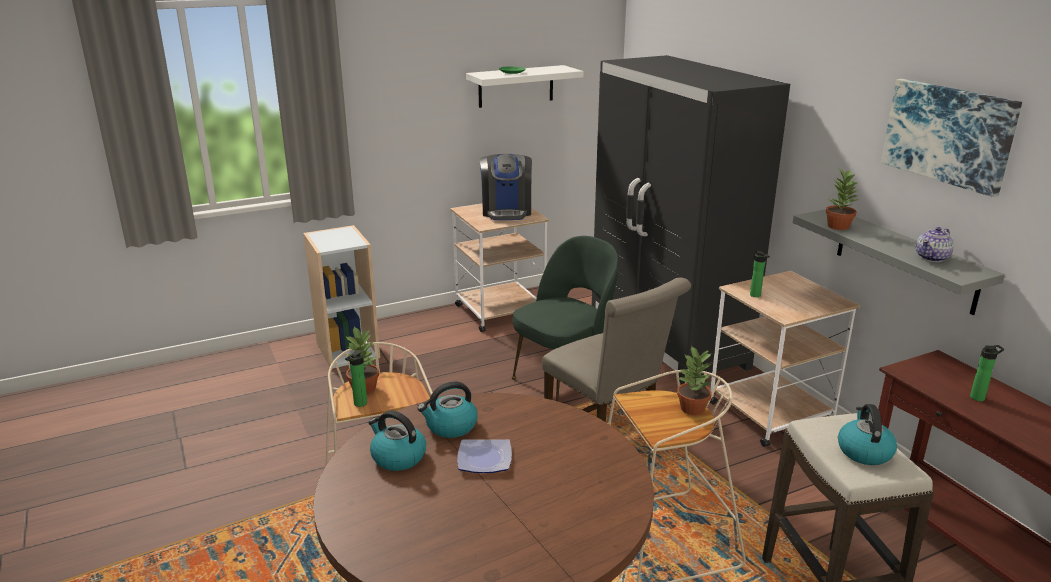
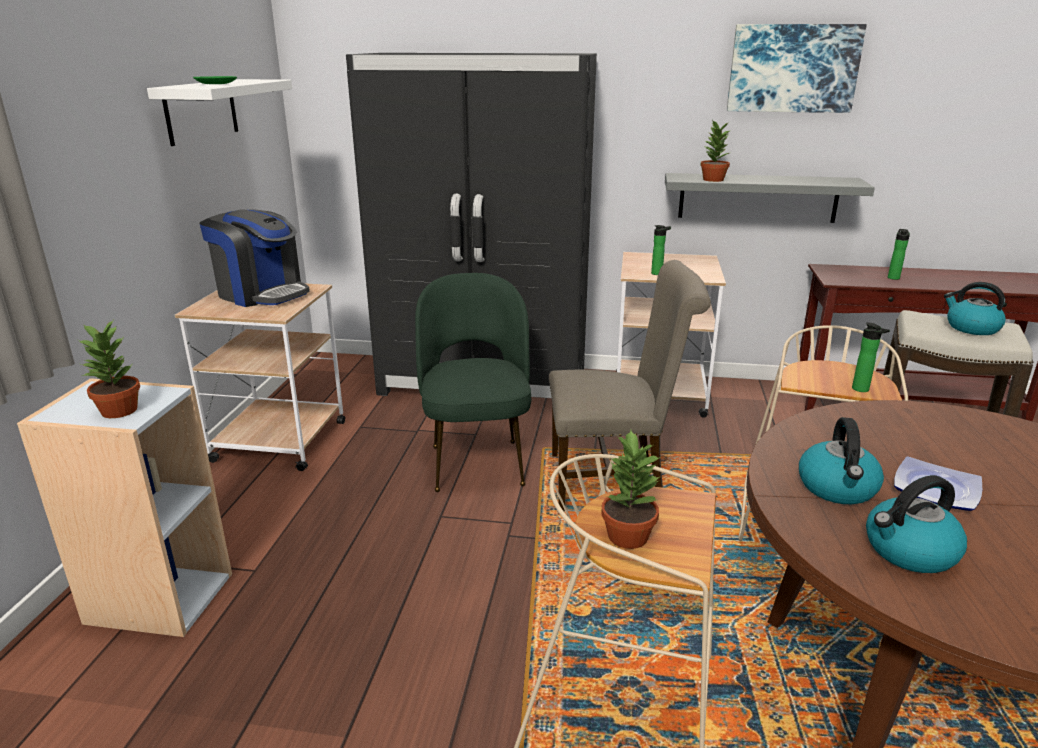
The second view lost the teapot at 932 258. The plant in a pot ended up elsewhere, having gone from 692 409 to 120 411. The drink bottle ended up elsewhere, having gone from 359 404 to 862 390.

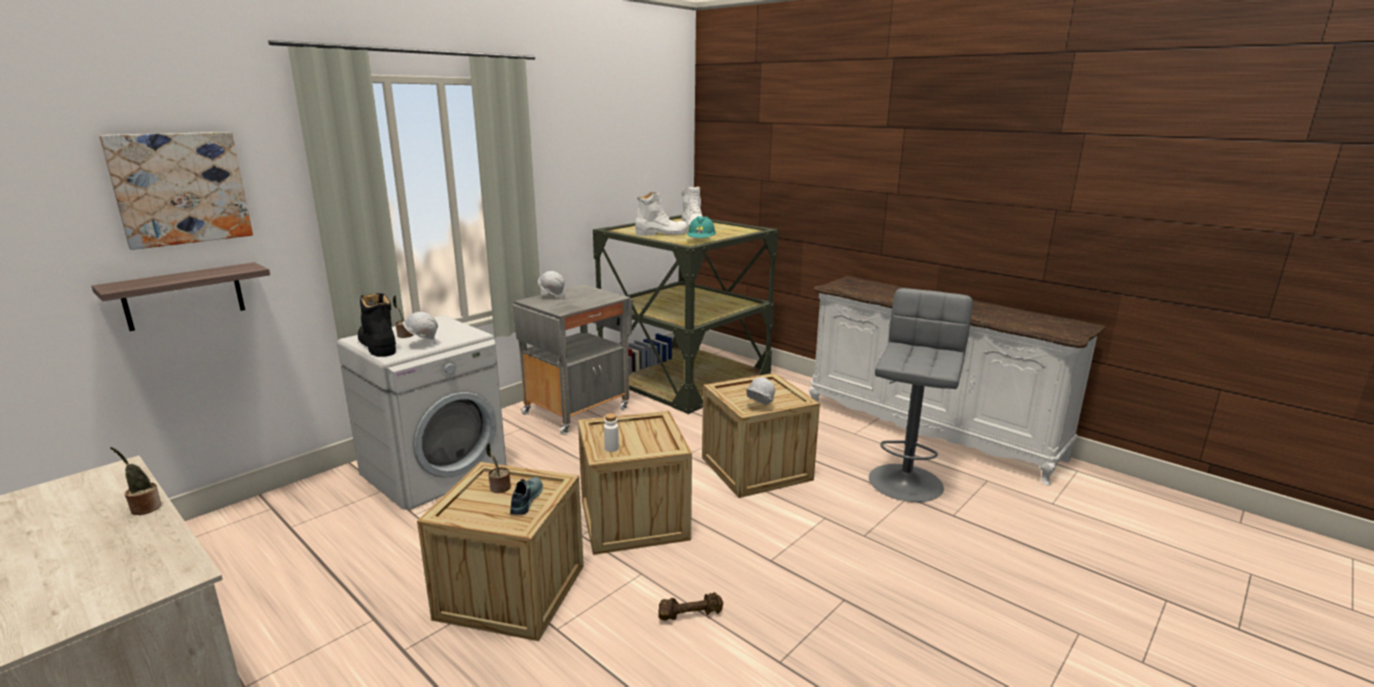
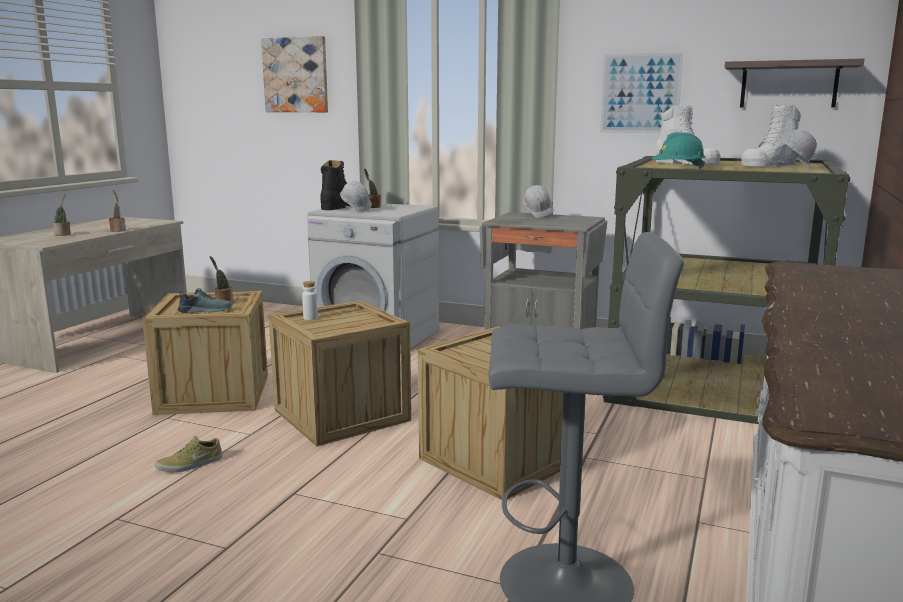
The shelf ended up elsewhere, having gone from 184 296 to 788 85. The white-coloured hard hat ended up elsewhere, having gone from 758 408 to 794 168. Where the brown free weight stood at 690 614, the sand-coloured low shoe came to stand at 190 465. The second view gained the picture at 640 93. The second view gained the plant in a pot at 63 234.

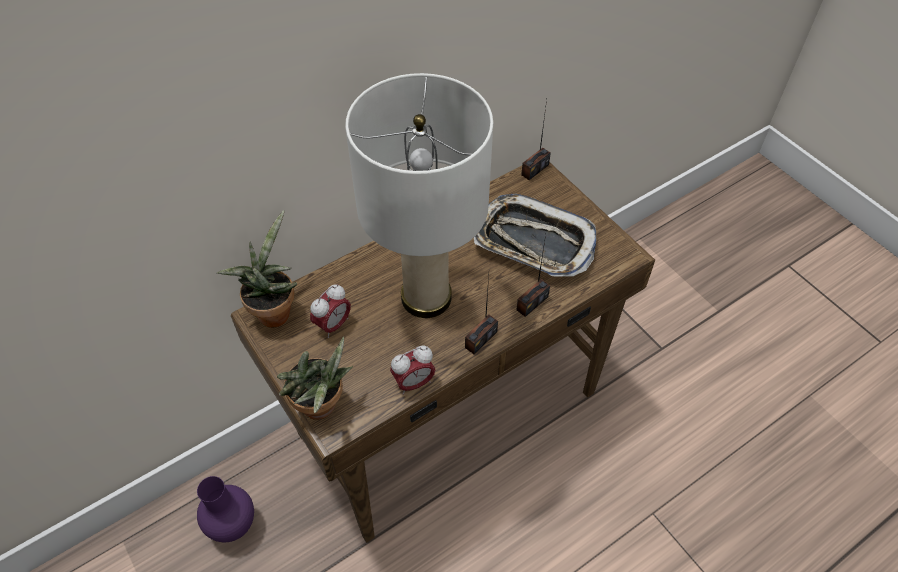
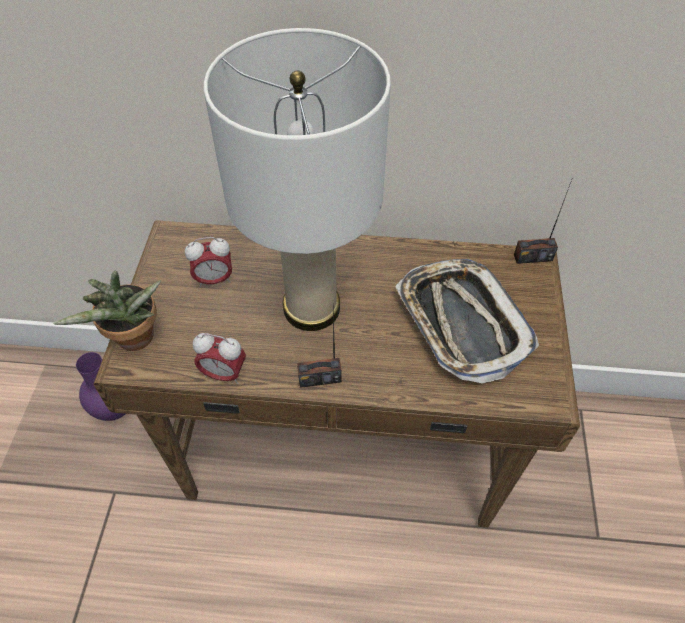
The second view lost the plant in a pot at 273 310. The second view lost the radio set at 532 303.

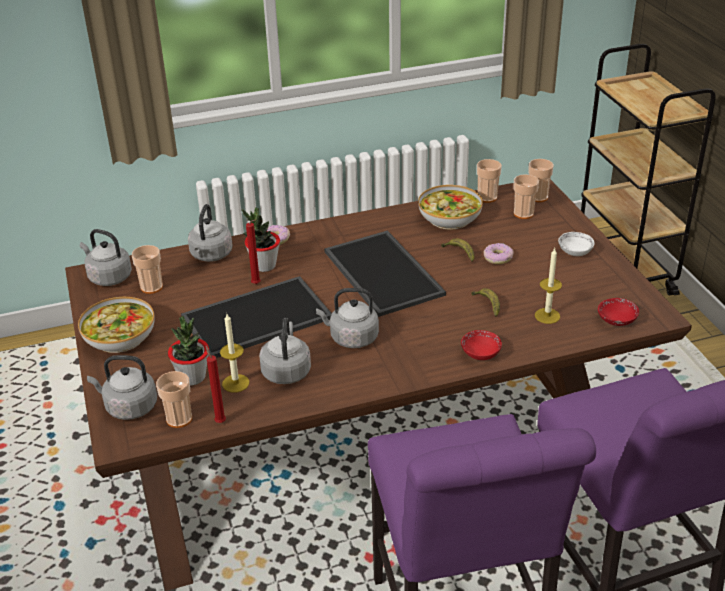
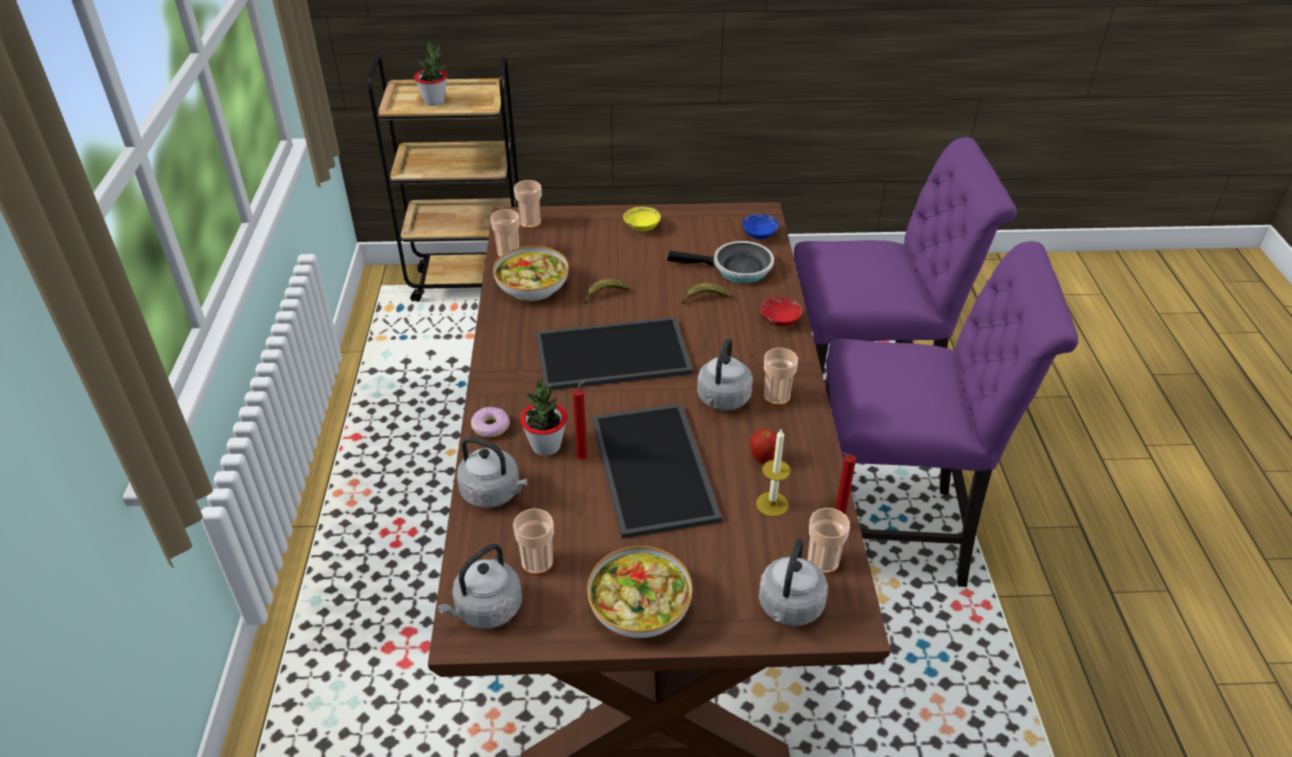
The drinking cup ended up elsewhere, having gone from 523 213 to 776 397. What was the white-coloured deep dish at 575 252 turned into the yellowish deep dish at 641 227. The second view lost the donut at 497 257. Where the wax candle stood at 547 316, the pan came to stand at 736 269. What was the red-coloured deep dish at 616 320 turned into the bluish deep dish at 759 235. The plant in a pot ended up elsewhere, having gone from 192 377 to 434 101. Where the gray kettle stood at 286 371, the apple fruit came to stand at 763 459.

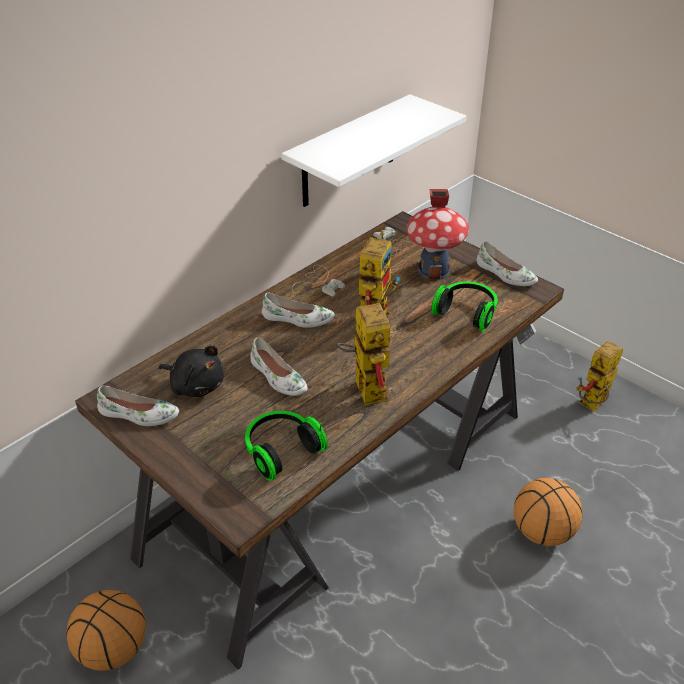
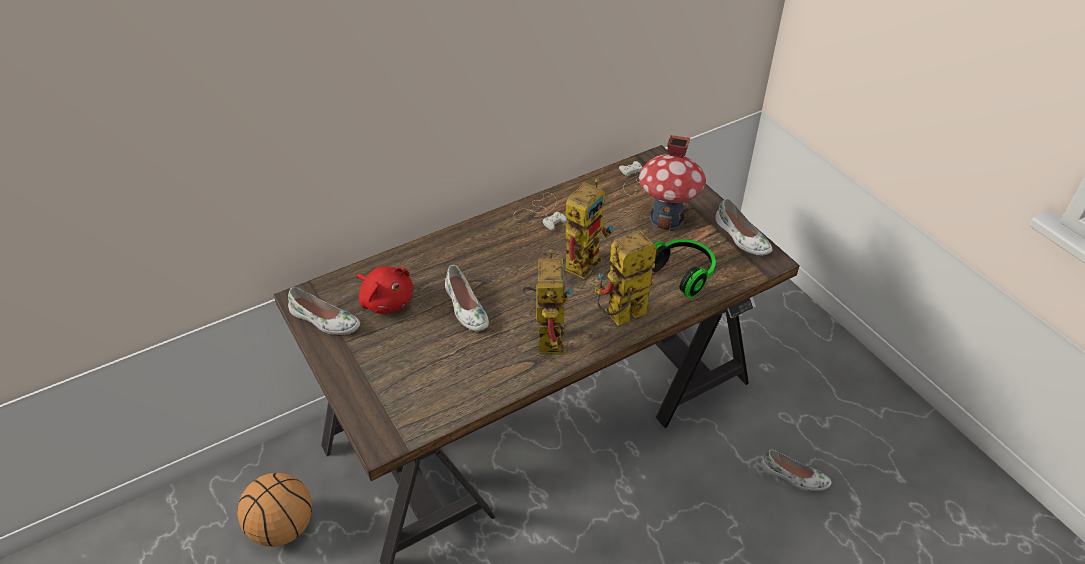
The second view lost the white-coloured shelf at 349 152. The white-coloured low shoe ended up elsewhere, having gone from 298 319 to 794 476. The toy robot ended up elsewhere, having gone from 592 406 to 620 318. What was the black soft toy at 195 385 turned into the red-coloured soft toy at 386 300. The second view lost the pair of headphones at 281 450. The second view lost the ball for basketball at 541 531.

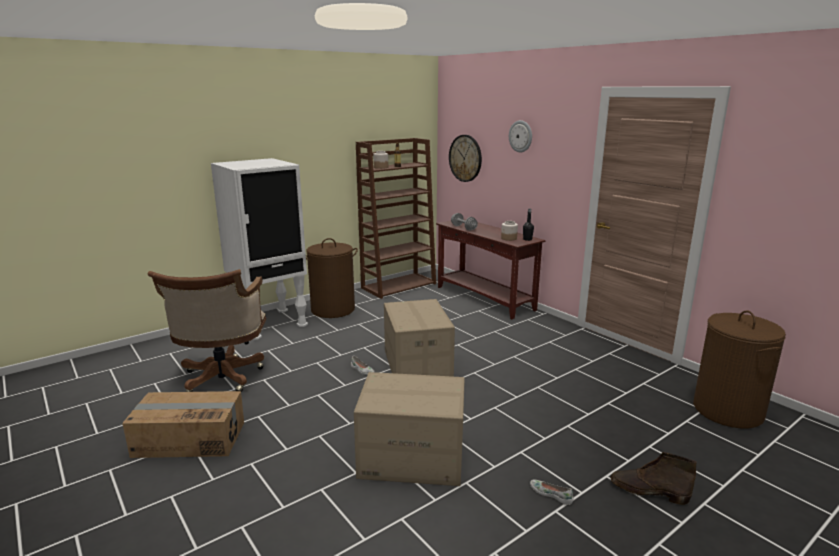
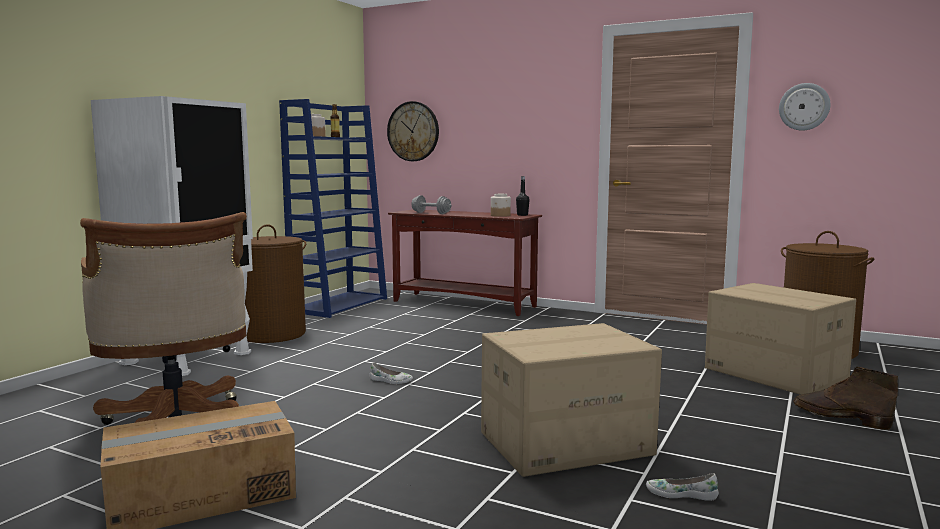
The clock on the wall ended up elsewhere, having gone from 521 136 to 804 107. What was the brown bookcase at 399 285 turned into the bluish bookcase at 339 305. The cardboard box ended up elsewhere, having gone from 416 365 to 774 374. The brown tall boot at 648 491 ended up facing another way, 45 degrees clockwise from before. The white-coloured low shoe ended up elsewhere, having gone from 551 494 to 681 494.

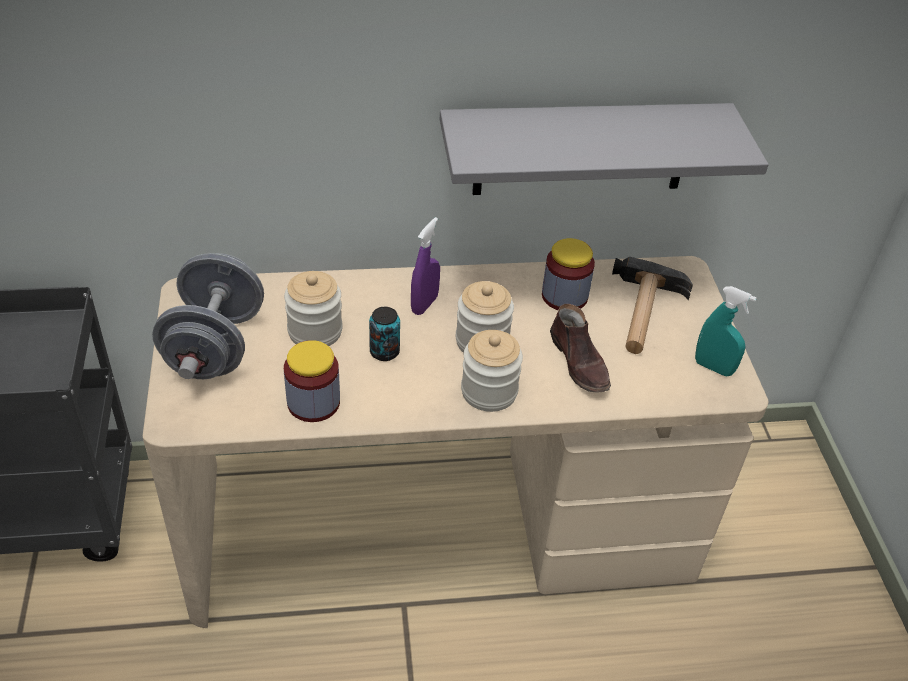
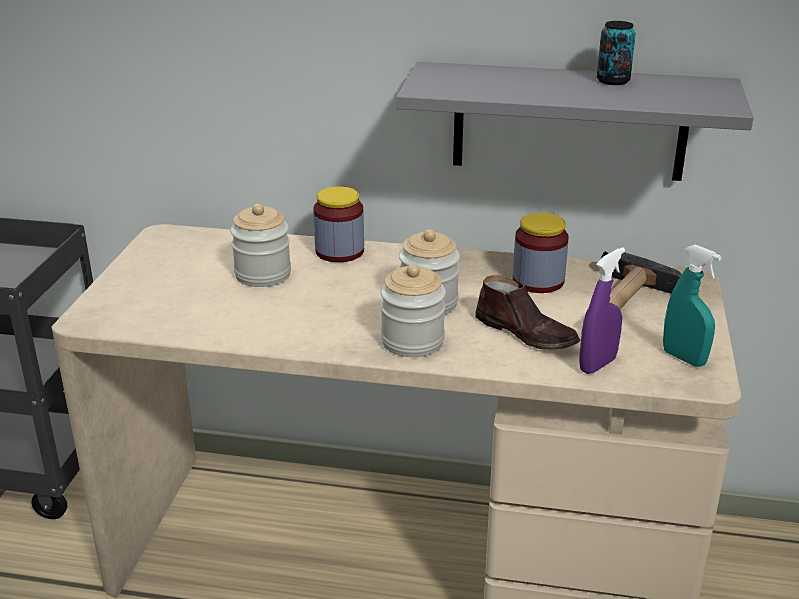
The purple-coloured hand sprayer ended up elsewhere, having gone from 424 304 to 597 365. The second view lost the gray free weight at 215 346. The brown low shoe at 580 362 ended up facing another way, 45 degrees counterclockwise from before. The sealed can ended up elsewhere, having gone from 384 352 to 613 81. The storage jar ended up elsewhere, having gone from 313 403 to 339 251.

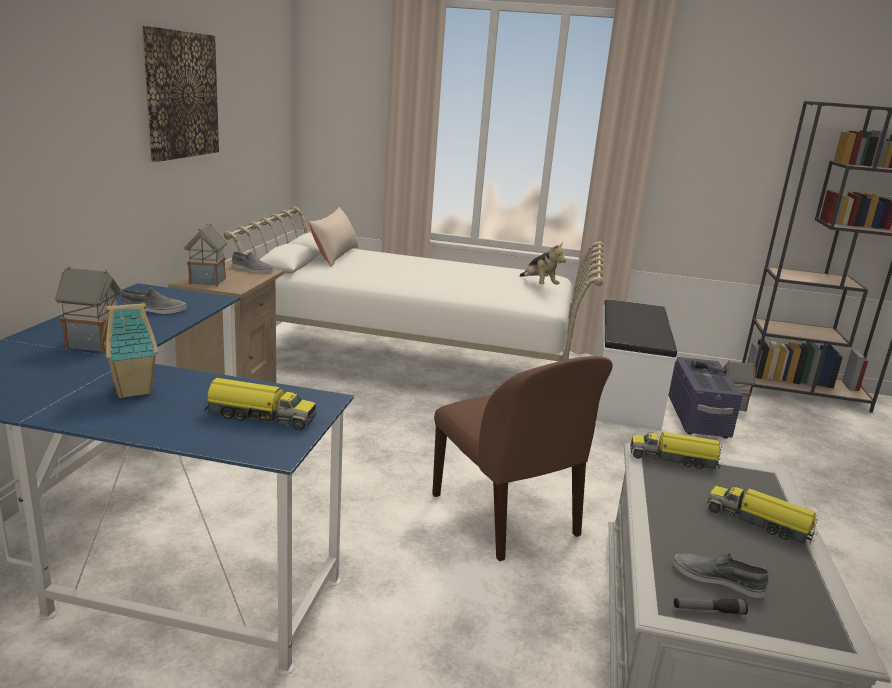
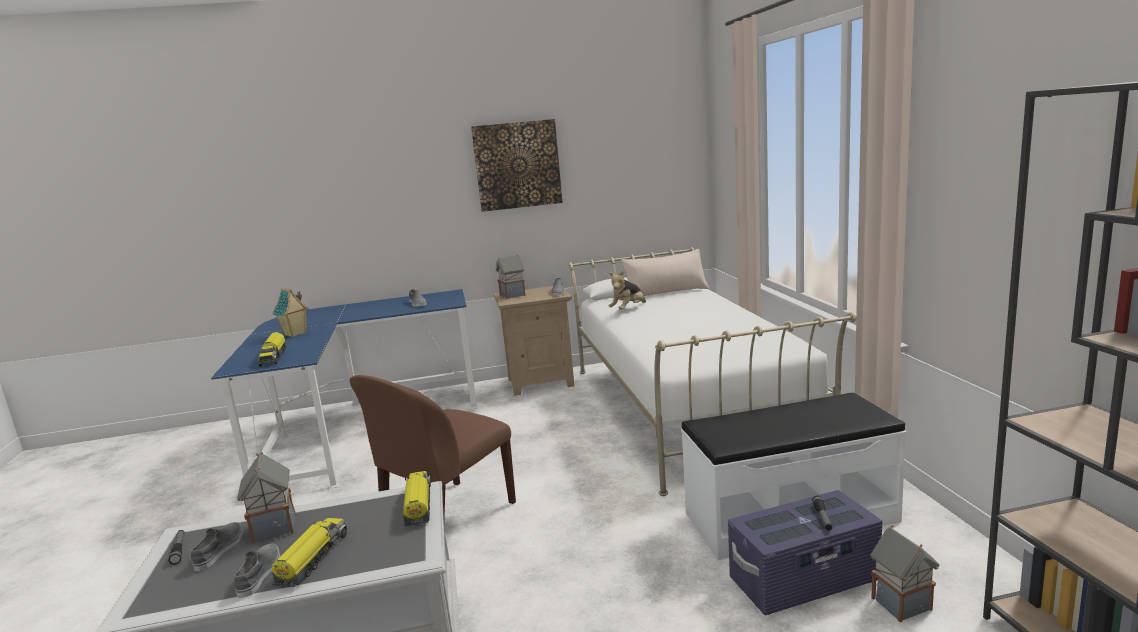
The soft toy ended up elsewhere, having gone from 539 285 to 628 309. The model house ended up elsewhere, having gone from 93 344 to 274 527. The second view gained the gray low shoe at 260 573.

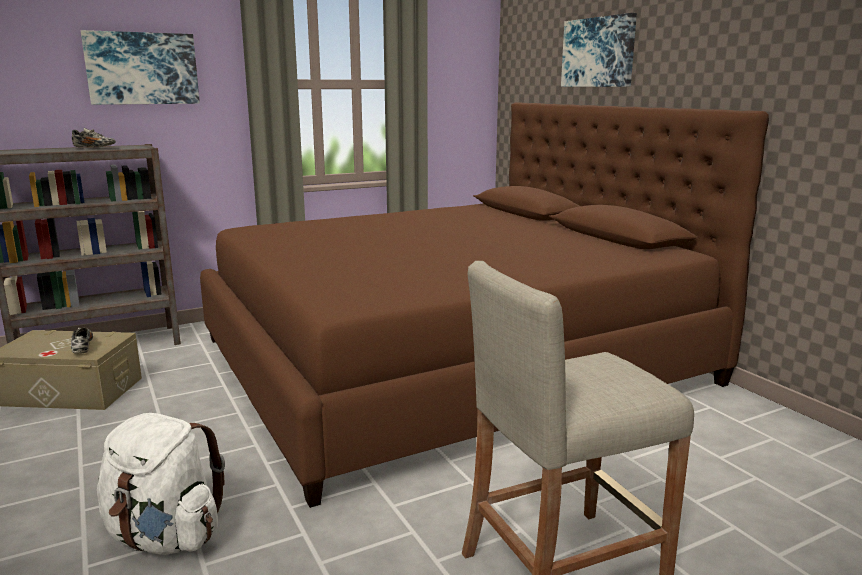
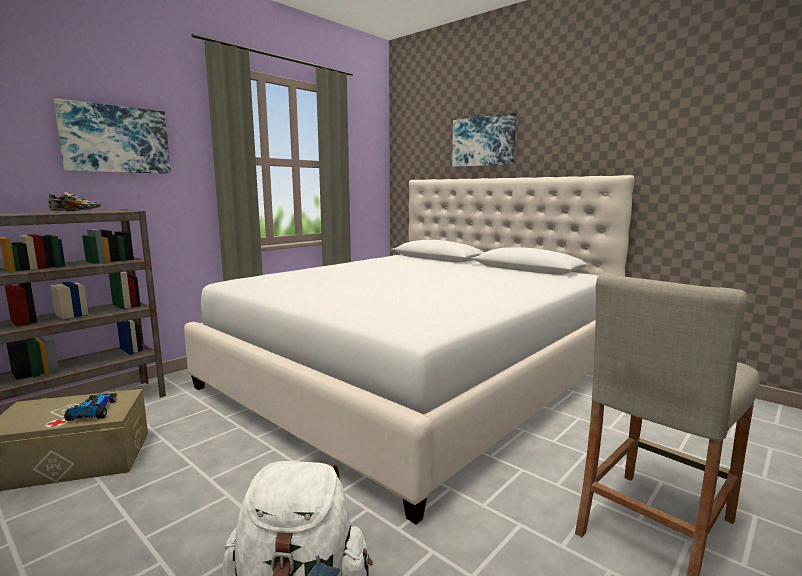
What was the brown bed at 449 360 turned into the white-coloured bed at 415 376. Where the low shoe stood at 83 347, the miniature car came to stand at 94 410.

